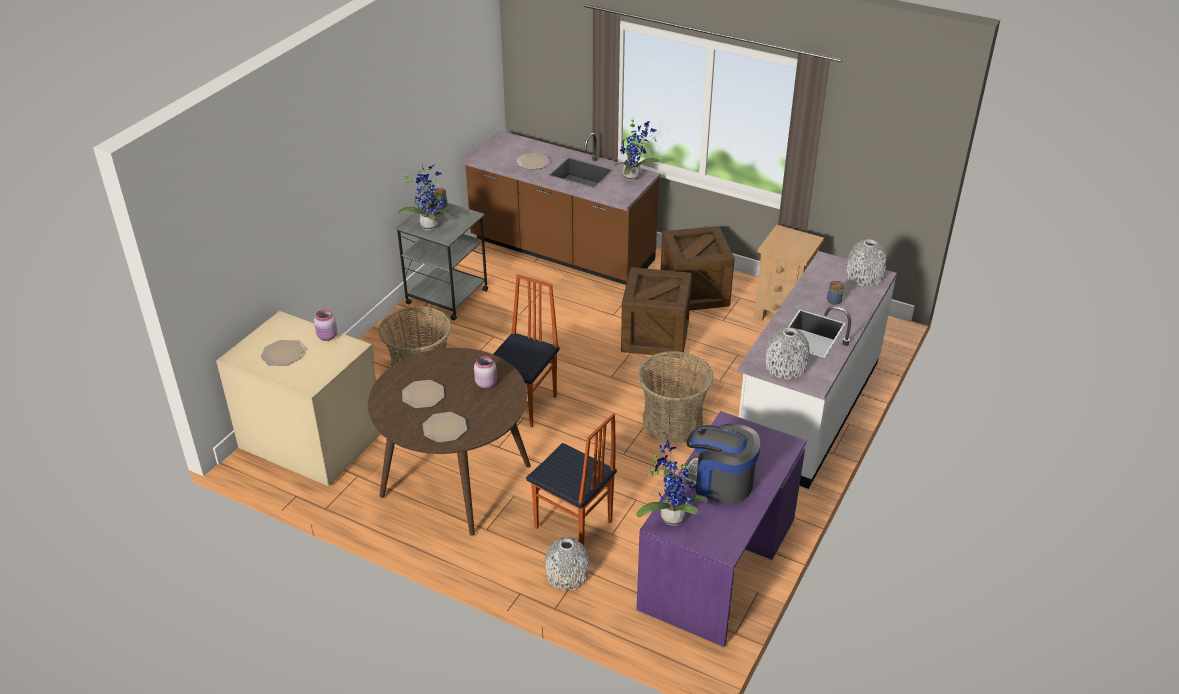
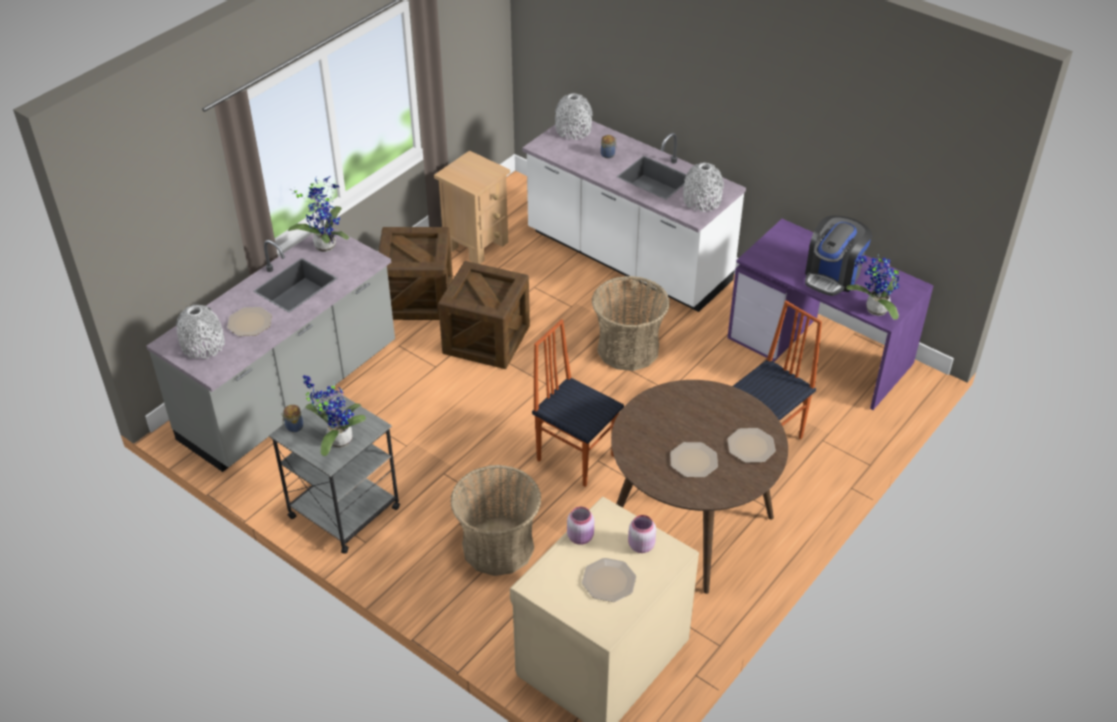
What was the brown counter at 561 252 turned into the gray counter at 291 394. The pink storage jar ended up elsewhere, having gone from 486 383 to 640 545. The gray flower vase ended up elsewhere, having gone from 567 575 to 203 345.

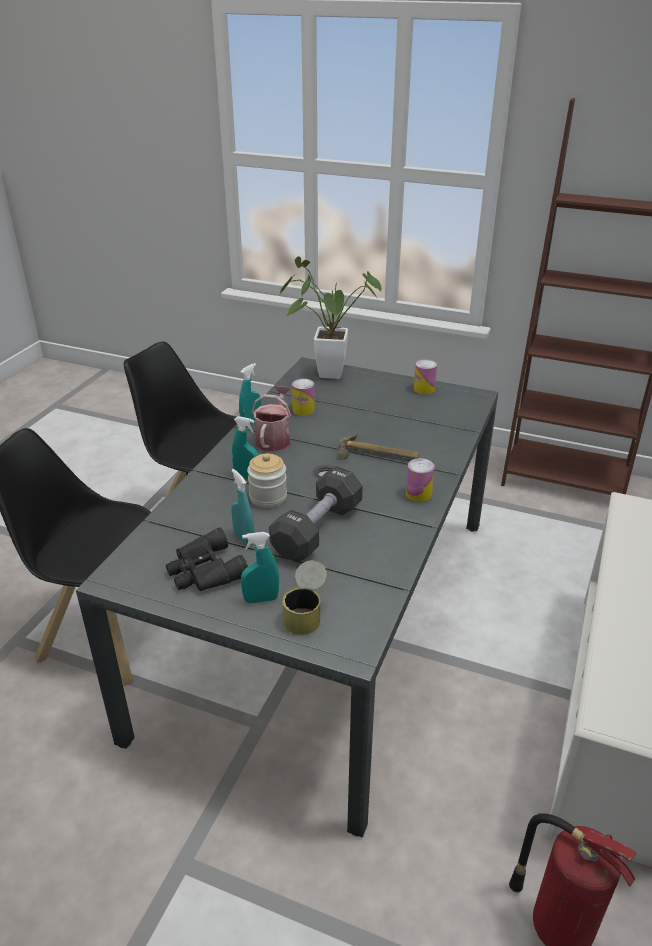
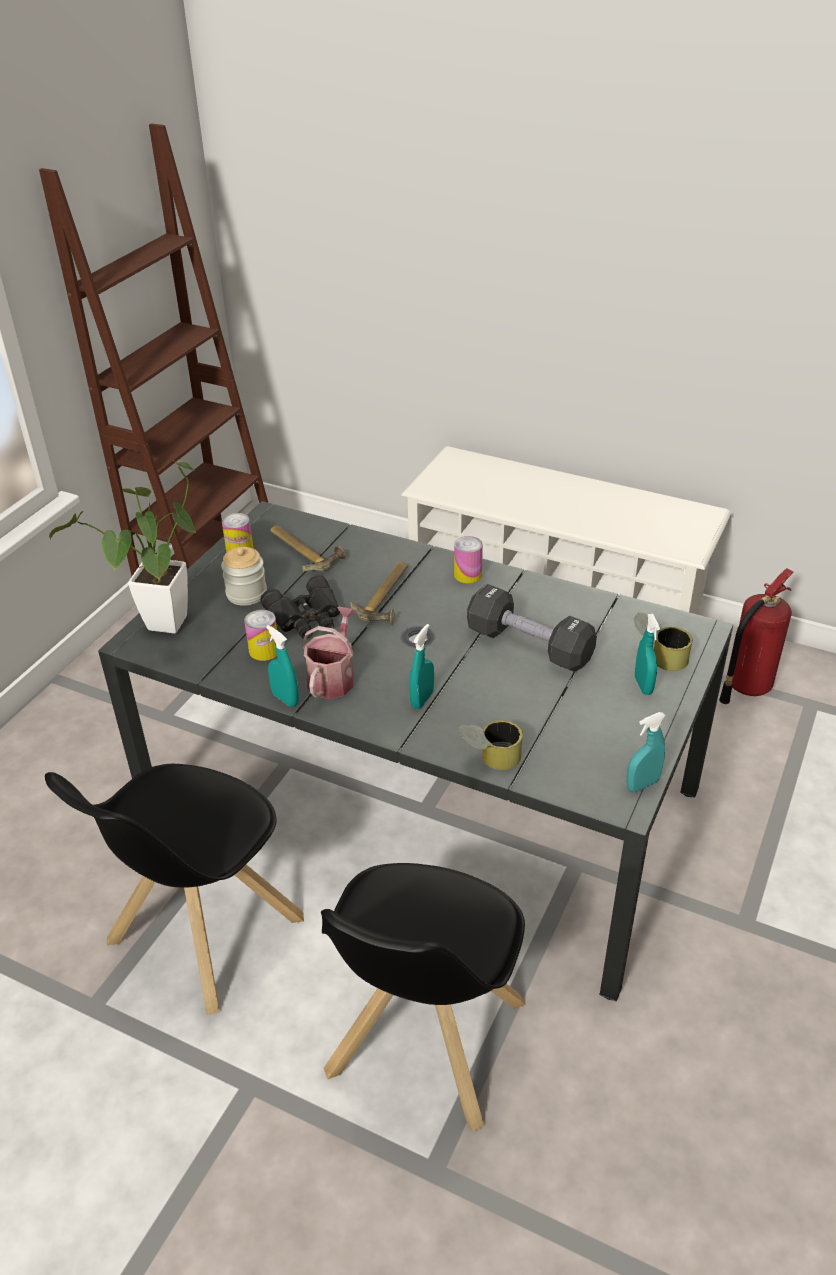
The watering pot at 274 438 ended up facing another way, 90 degrees clockwise from before. The storage jar ended up elsewhere, having gone from 268 497 to 246 594. The blue-green hand sprayer ended up elsewhere, having gone from 244 538 to 642 784. The black field glasses ended up elsewhere, having gone from 204 571 to 306 617. The second view gained the tool hammer at 304 550. The second view gained the sealed can at 490 759.

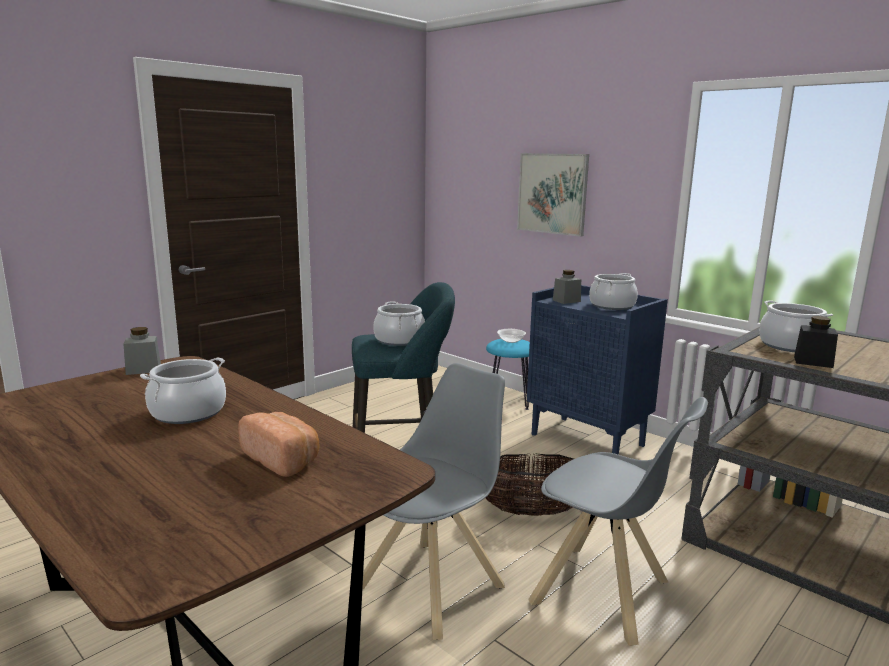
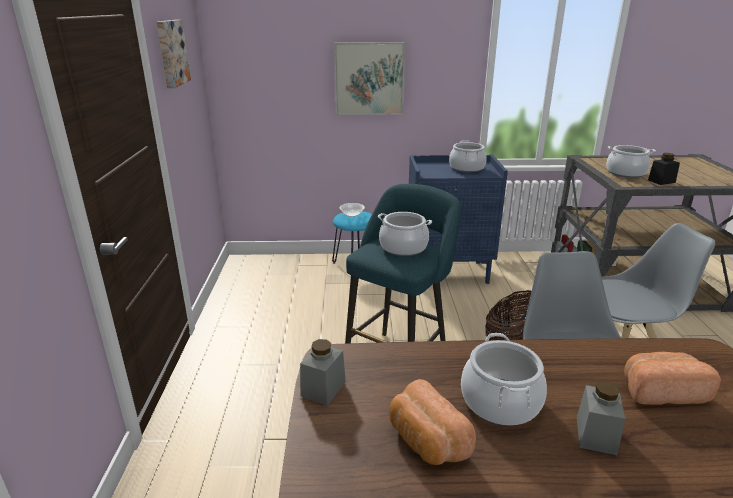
The gray storage jar ended up elsewhere, having gone from 566 301 to 596 435. The second view gained the picture at 171 53. The second view gained the bakery bread at 425 441.

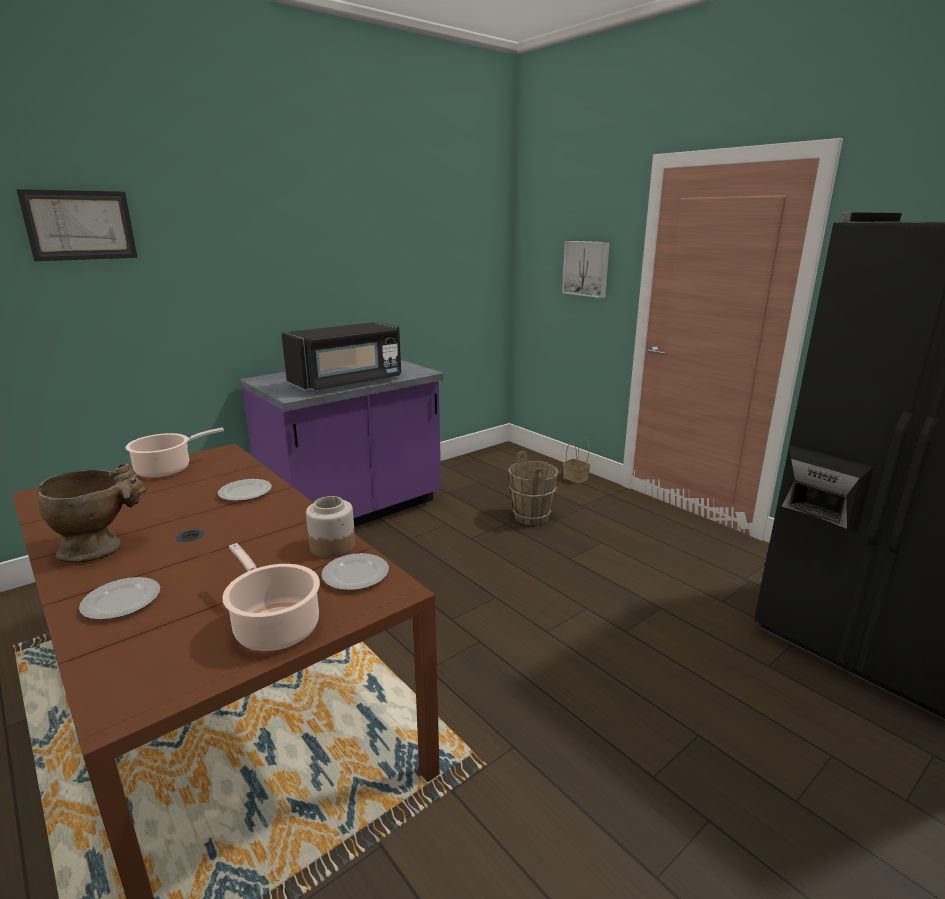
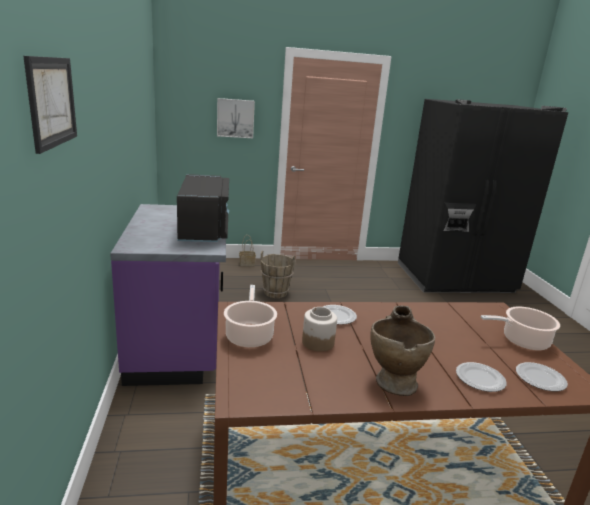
The storage jar ended up elsewhere, having gone from 333 546 to 317 342. The plate ended up elsewhere, having gone from 355 575 to 540 379.

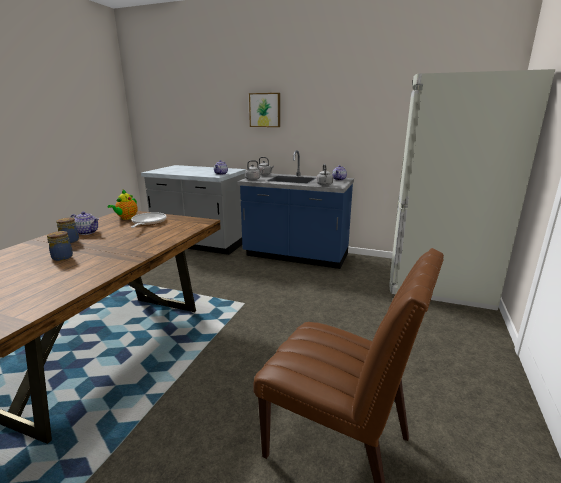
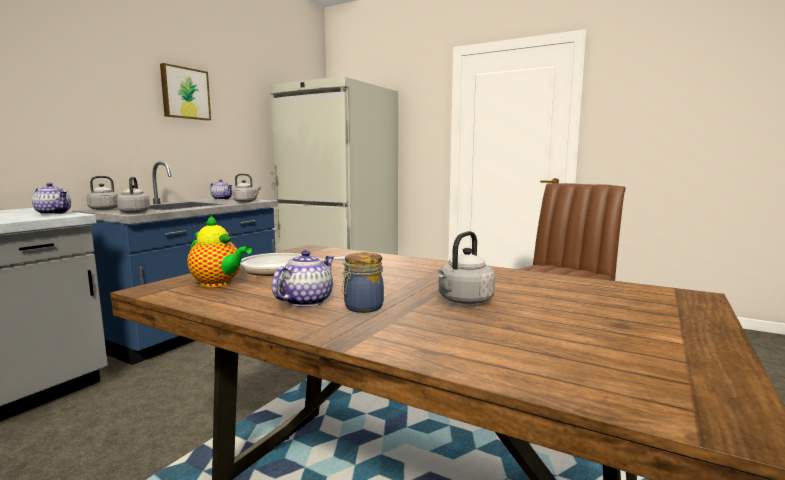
The picture ended up elsewhere, having gone from 265 110 to 185 93. Where the storage jar stood at 62 257, the gray kettle came to stand at 464 301.

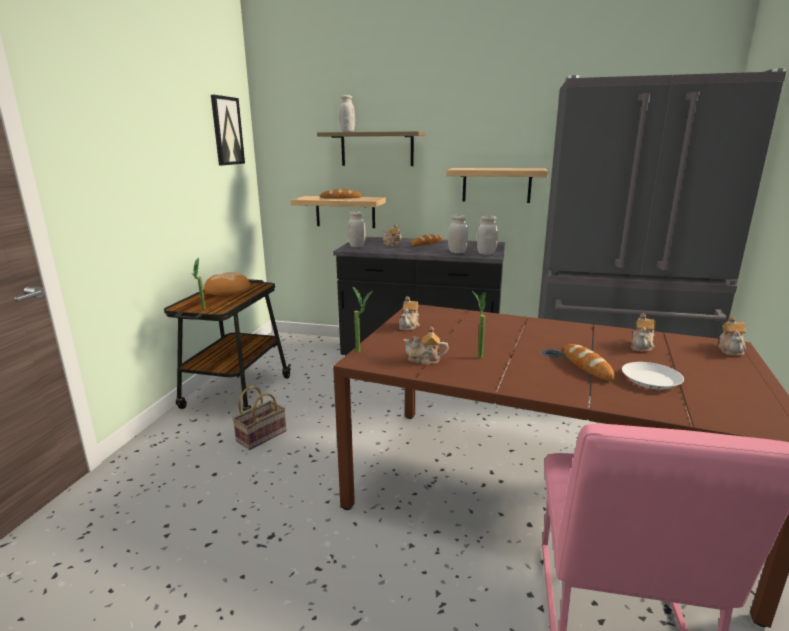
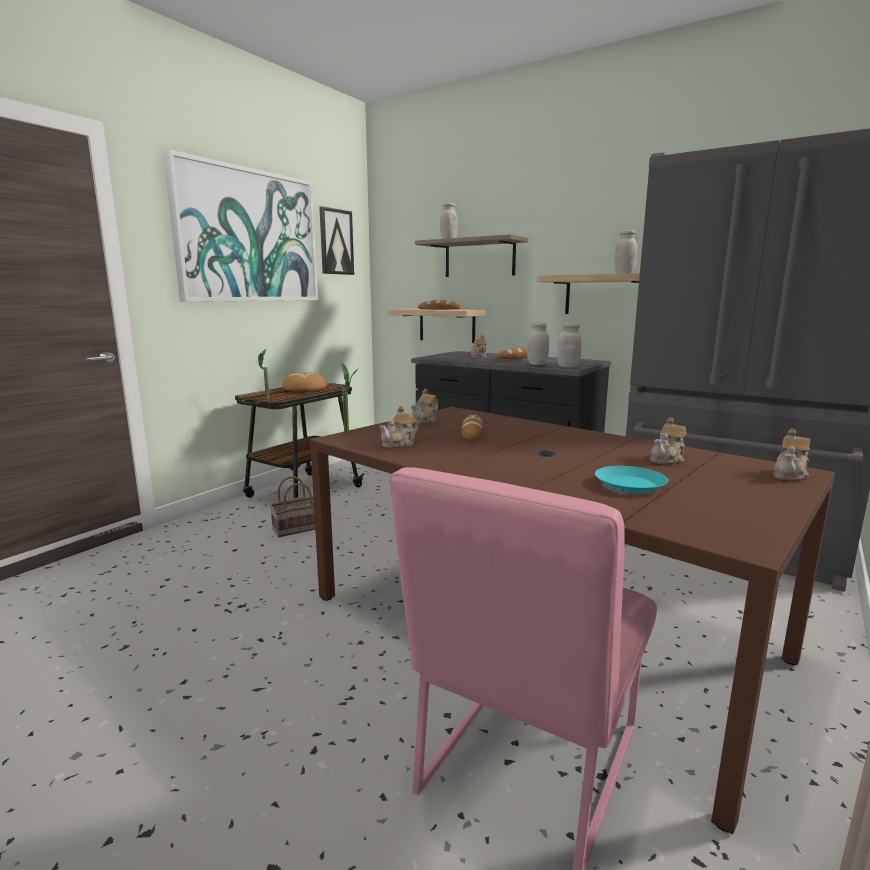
The white-coloured storage jar ended up elsewhere, having gone from 357 246 to 624 274. The second view lost the plant in a pot at 477 355. The teapot at 425 360 ended up facing another way, 75 degrees counterclockwise from before. The bakery bread ended up elsewhere, having gone from 587 365 to 472 432. What was the white-coloured plate at 651 380 turned into the blue-green plate at 630 485. The second view gained the picture at 249 236.

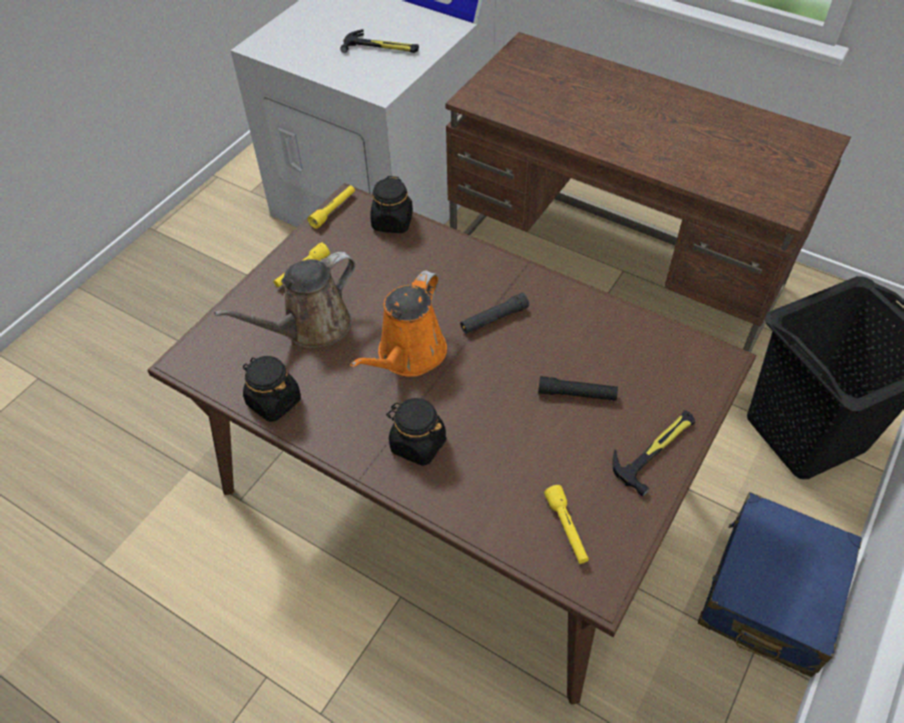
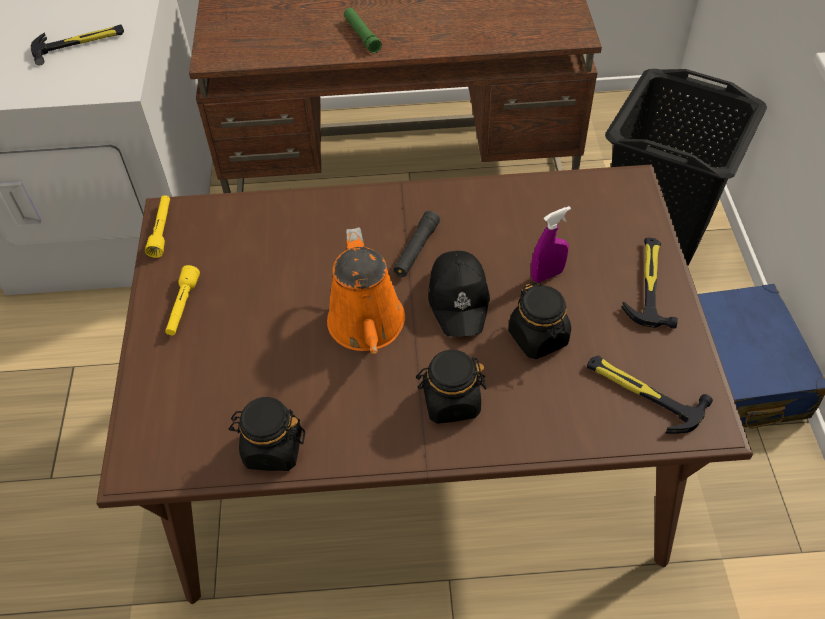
The black storage jar ended up elsewhere, having gone from 392 222 to 538 337. The second view lost the brown watering pot at 311 327. Where the black torch stood at 577 394, the purple-coloured hand sprayer came to stand at 547 275. Where the yellowish torch stood at 566 529, the tool hammer came to stand at 642 393. The second view gained the green-coloured torch at 362 35. The second view gained the black baseball cap at 459 299.

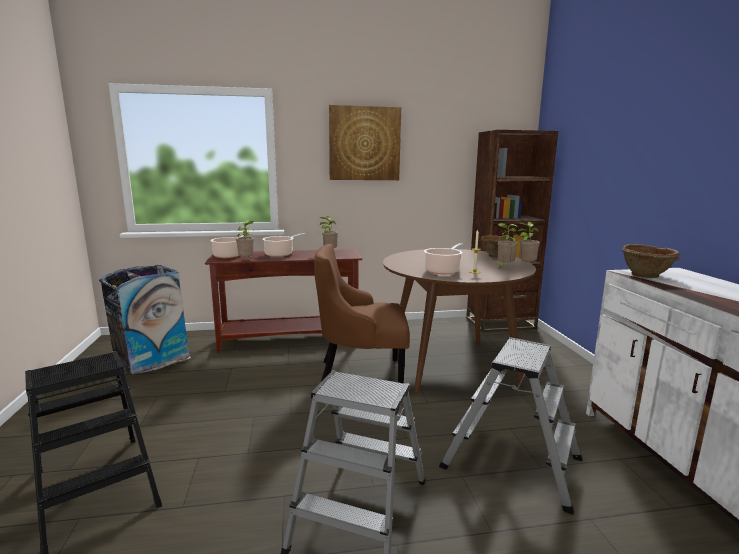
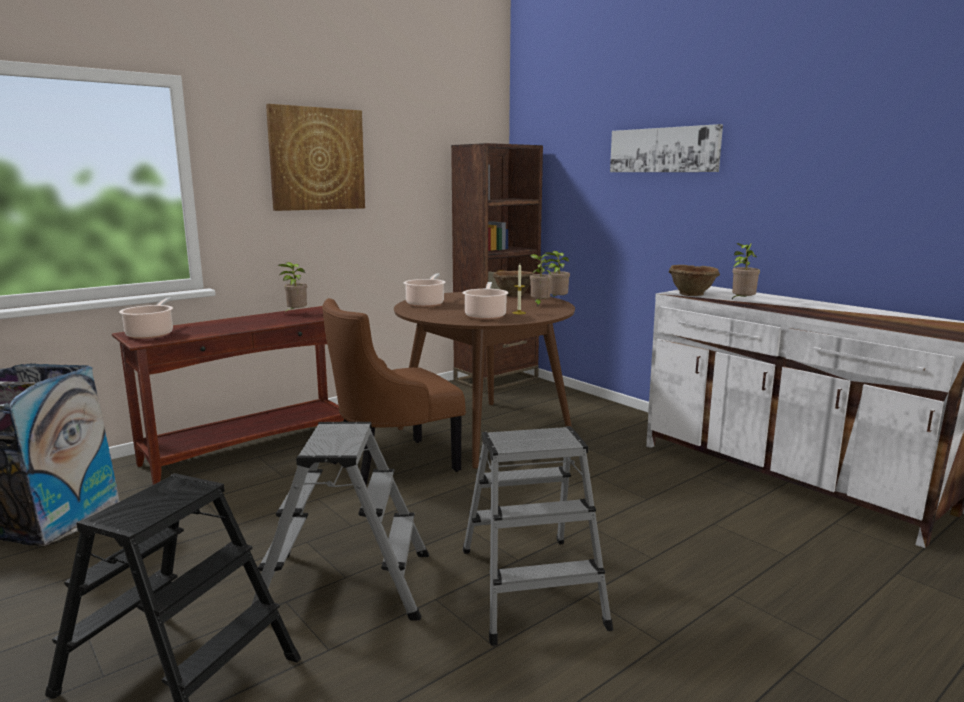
The plant in a pot ended up elsewhere, having gone from 247 260 to 742 302. The saucepot ended up elsewhere, having gone from 280 254 to 426 303. The gray step ladder ended up elsewhere, having gone from 511 462 to 344 584. The second view gained the picture at 664 150.

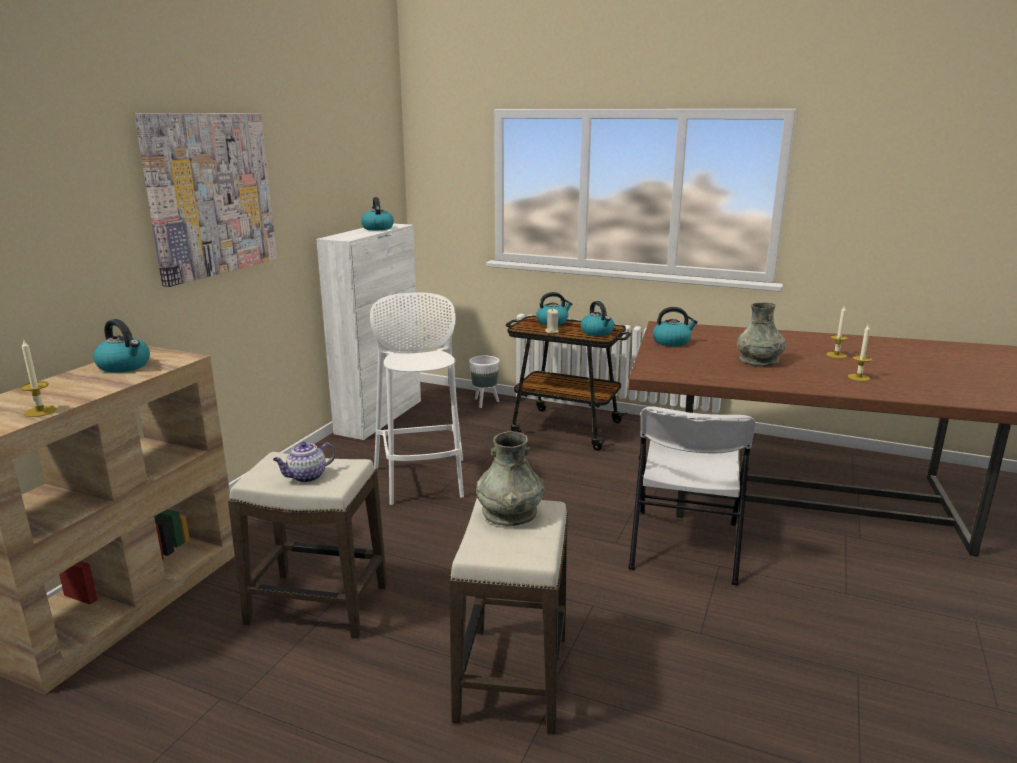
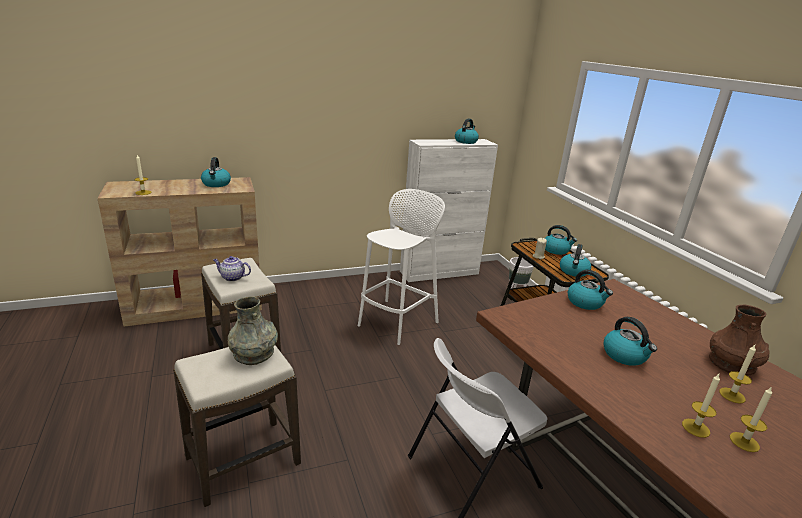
The second view lost the picture at 210 195. Where the gray flower vase stood at 759 360, the kettle came to stand at 625 355. The second view gained the brown flower vase at 731 364. The second view gained the wax candle at 744 442.

